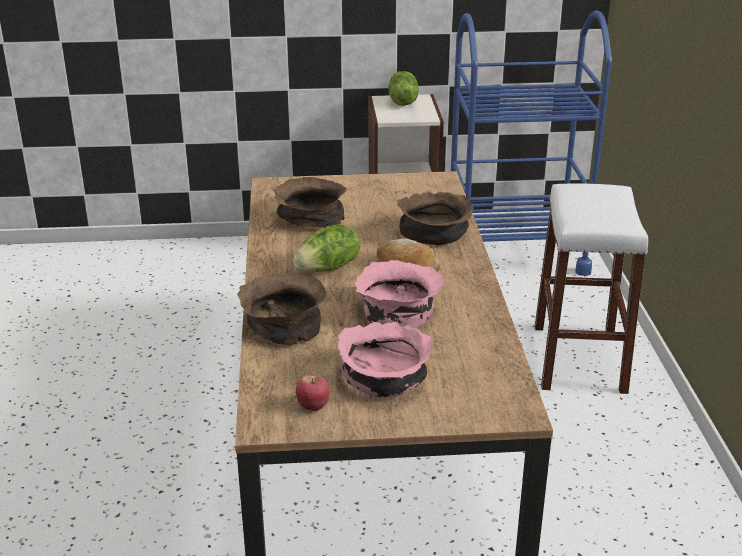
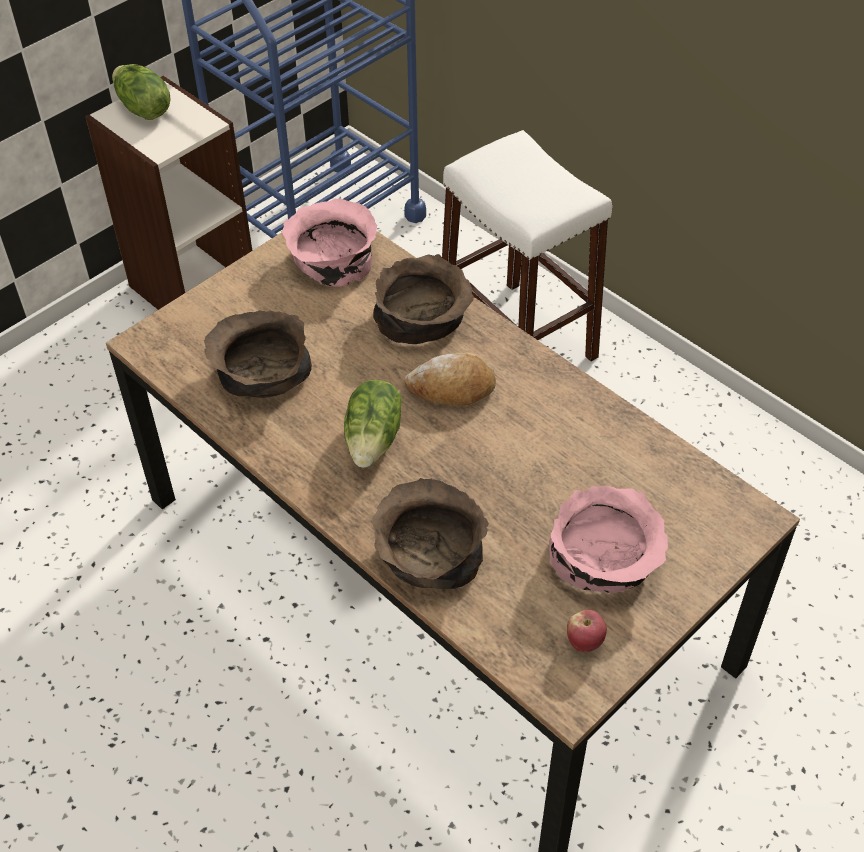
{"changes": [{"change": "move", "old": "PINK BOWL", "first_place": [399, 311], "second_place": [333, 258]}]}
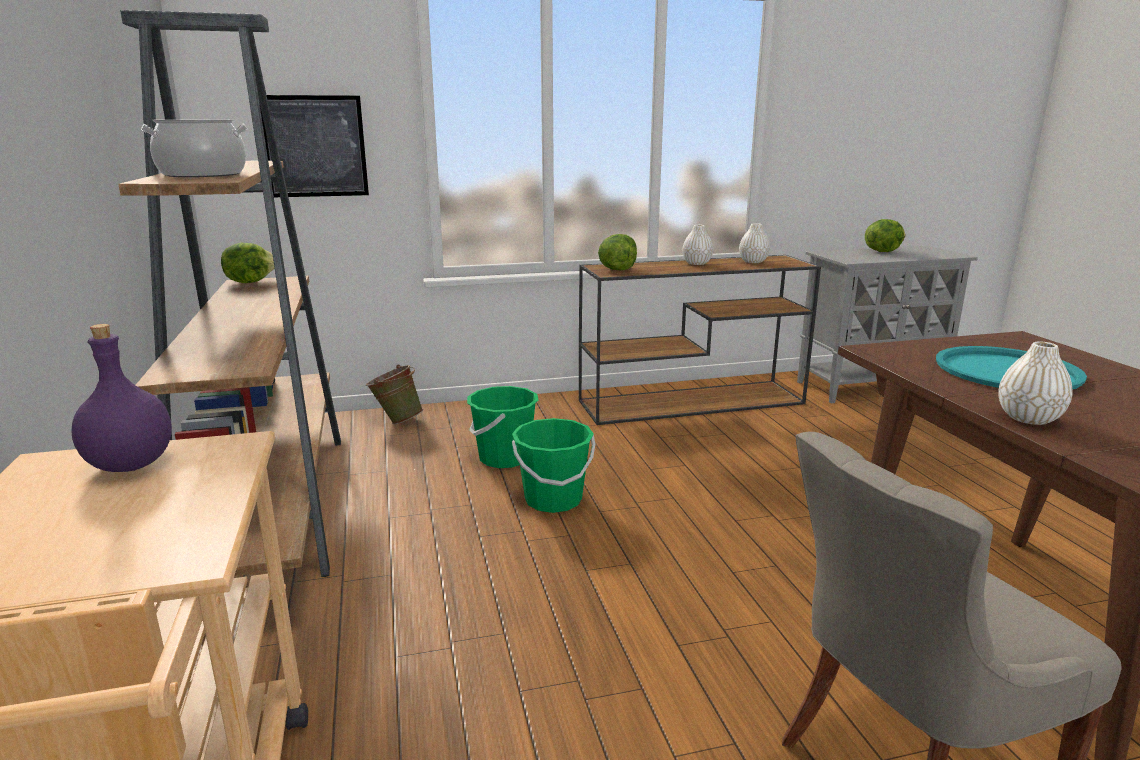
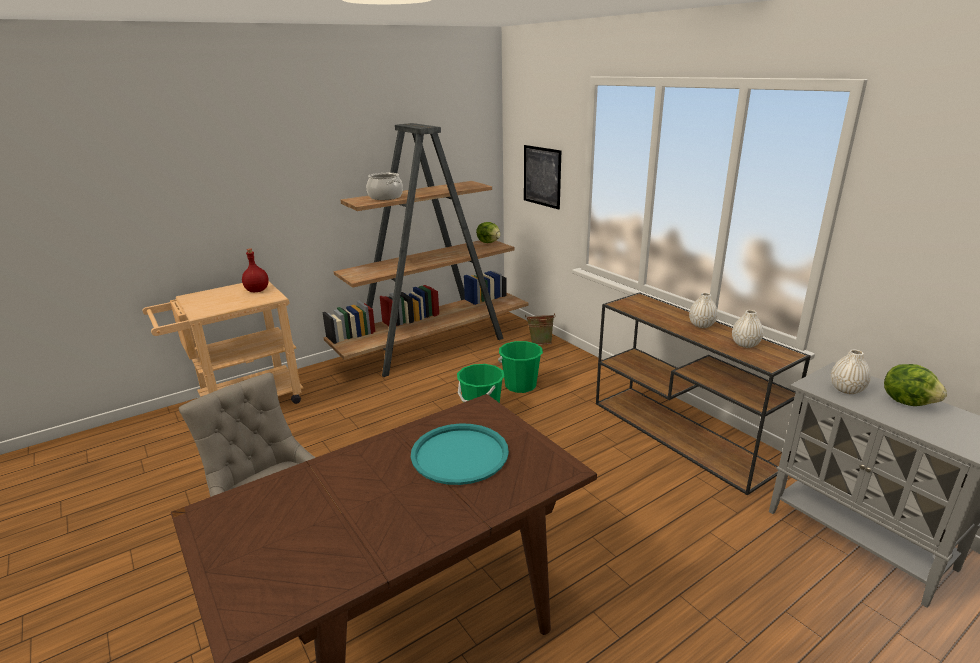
{"changes": [{"change": "delete", "old": "LETTUCE", "first_place": [617, 269]}, {"change": "recolor", "old": "PURPLE BOTTLE", "new": "RED BOTTLE", "first_place": [130, 464], "second_place": [257, 290]}, {"change": "move", "old": "WHITE VASE", "first_place": [1028, 418], "second_place": [846, 389]}]}
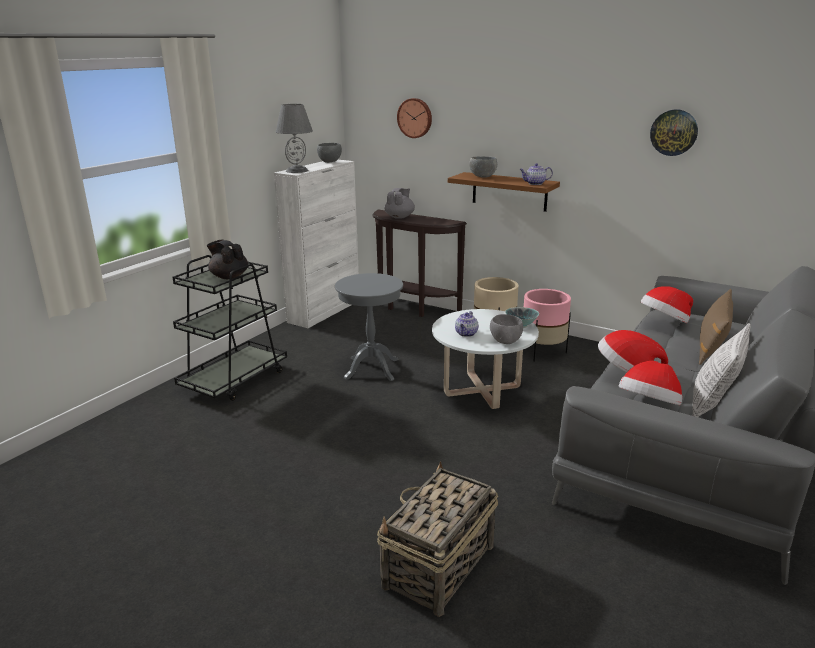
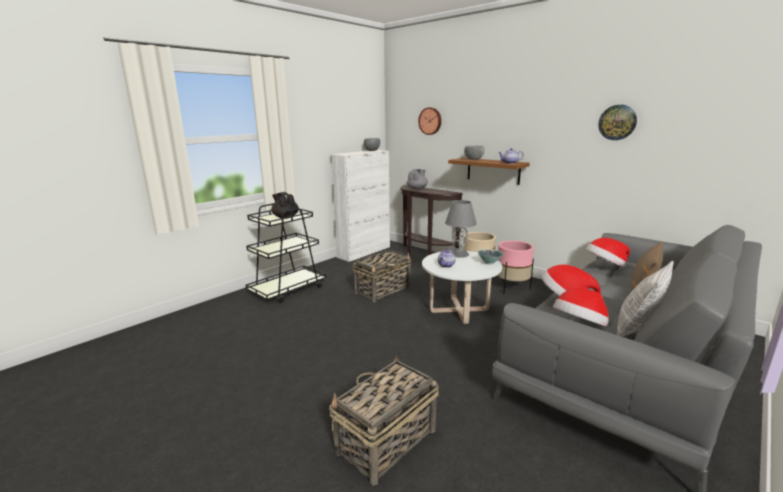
{"changes": [{"change": "move", "old": "GREY TABLE LAMP", "first_place": [297, 170], "second_place": [459, 254]}, {"change": "replace", "old": "GREY SIDE TABLE", "new": "BASKET", "first_place": [371, 369], "second_place": [383, 290]}, {"change": "delete", "old": "GREY BOWL", "first_place": [505, 341]}]}
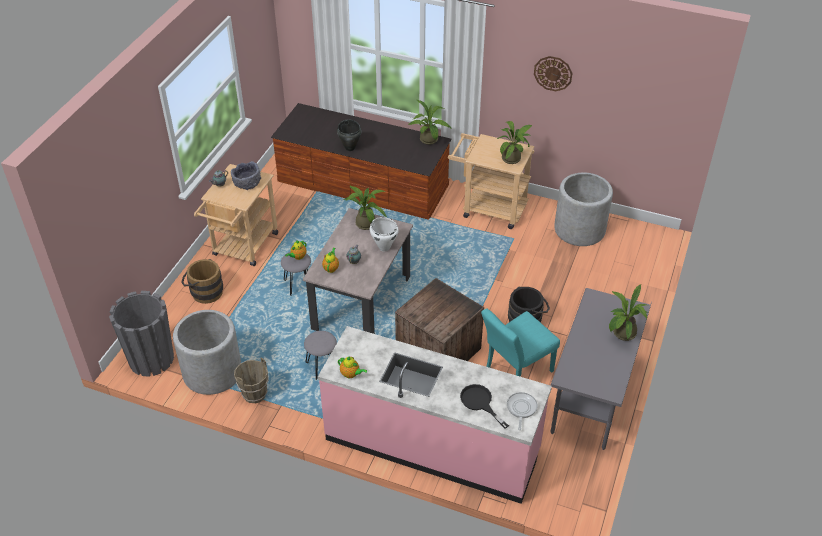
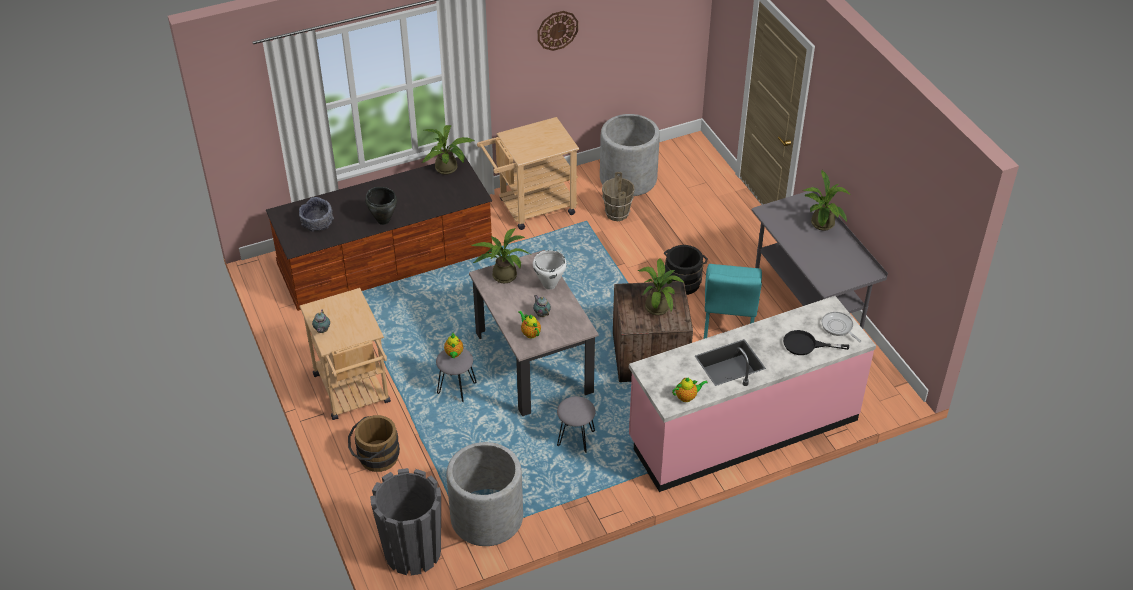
{"changes": [{"change": "move", "old": "POTTED PLANT", "first_place": [513, 158], "second_place": [658, 305]}, {"change": "move", "old": "GREY BOWL", "first_place": [247, 183], "second_place": [317, 224]}, {"change": "move", "old": "BROWN BUCKET", "first_place": [254, 394], "second_place": [617, 214]}]}
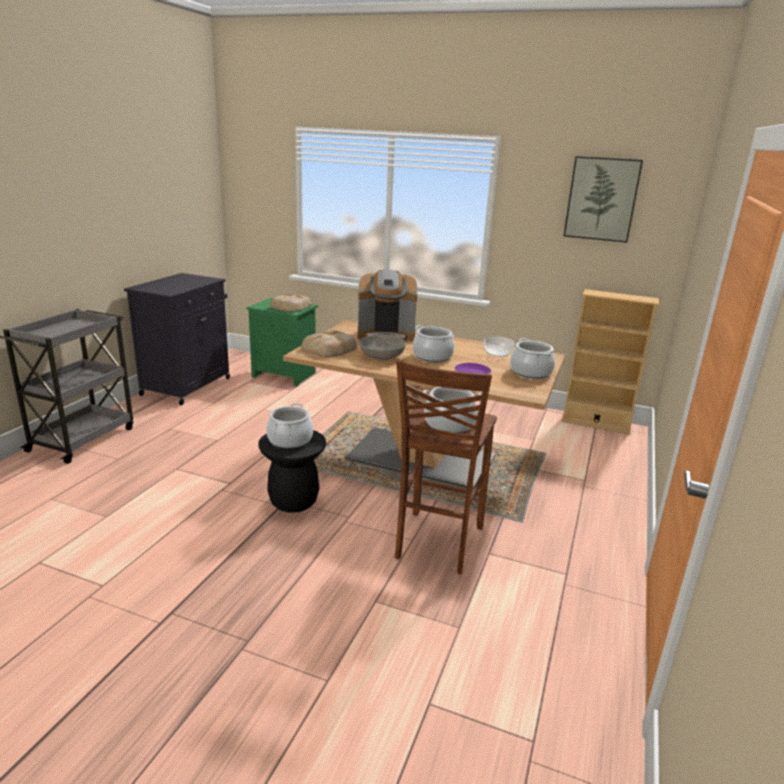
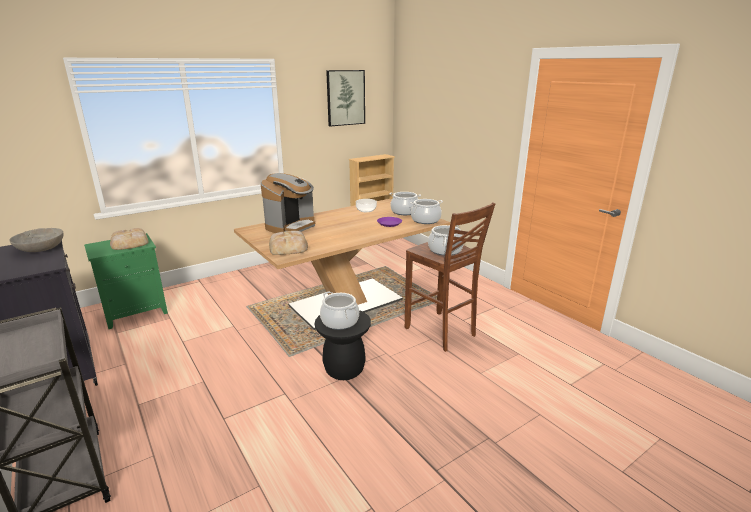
{"changes": [{"change": "move", "old": "COOKING POT", "first_place": [432, 356], "second_place": [425, 220]}, {"change": "move", "old": "GREY BOWL", "first_place": [381, 356], "second_place": [40, 248]}]}
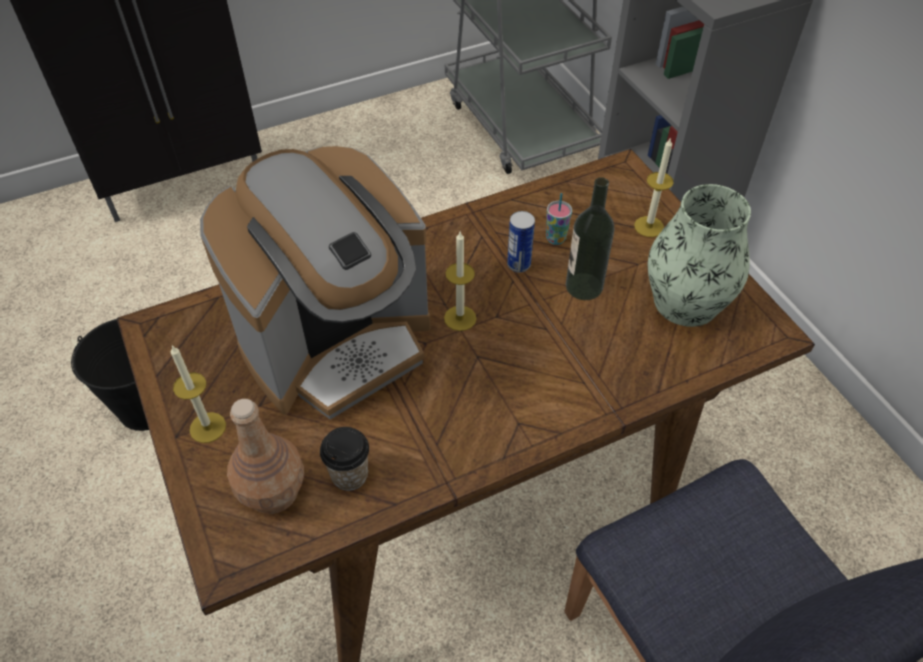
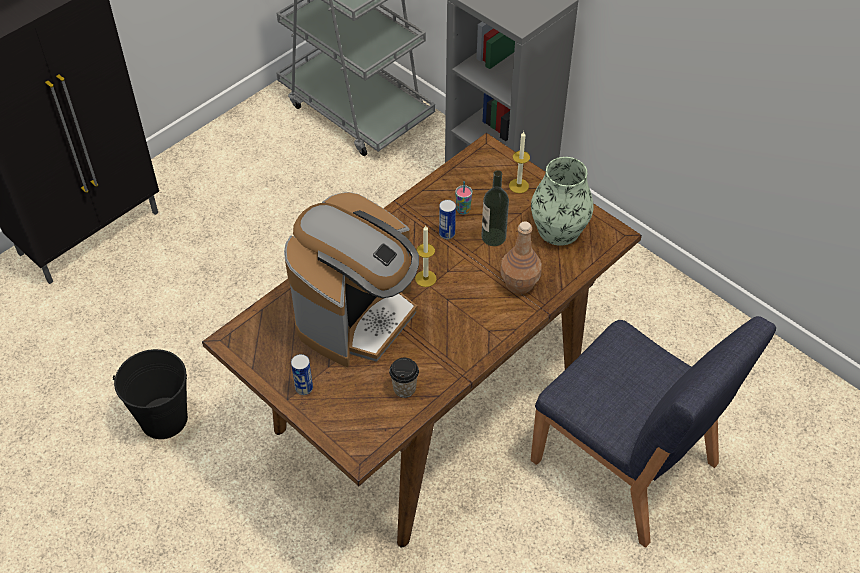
{"changes": [{"change": "replace", "old": "CANDLE", "new": "CAN", "first_place": [207, 427], "second_place": [304, 388]}, {"change": "move", "old": "BROWN BOTTLE", "first_place": [273, 491], "second_place": [519, 282]}]}
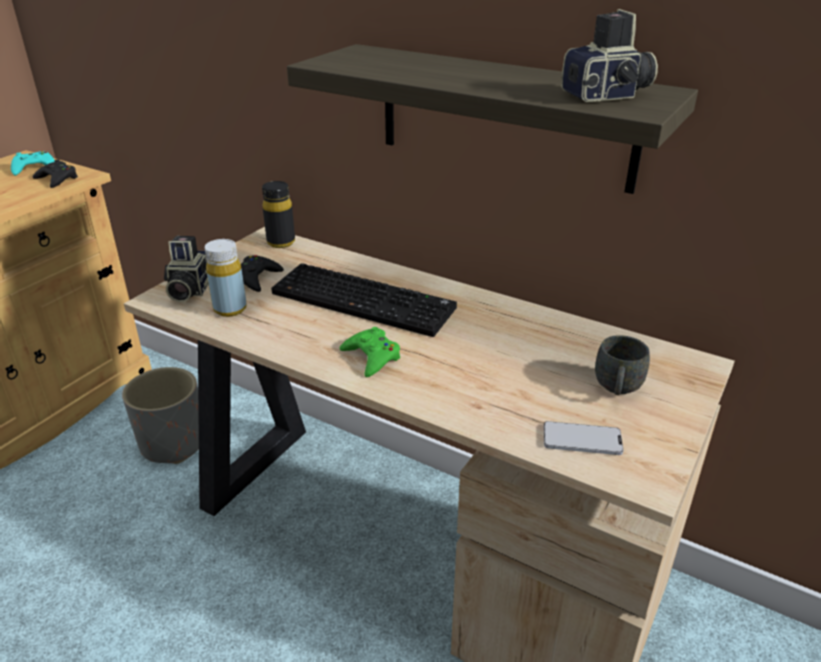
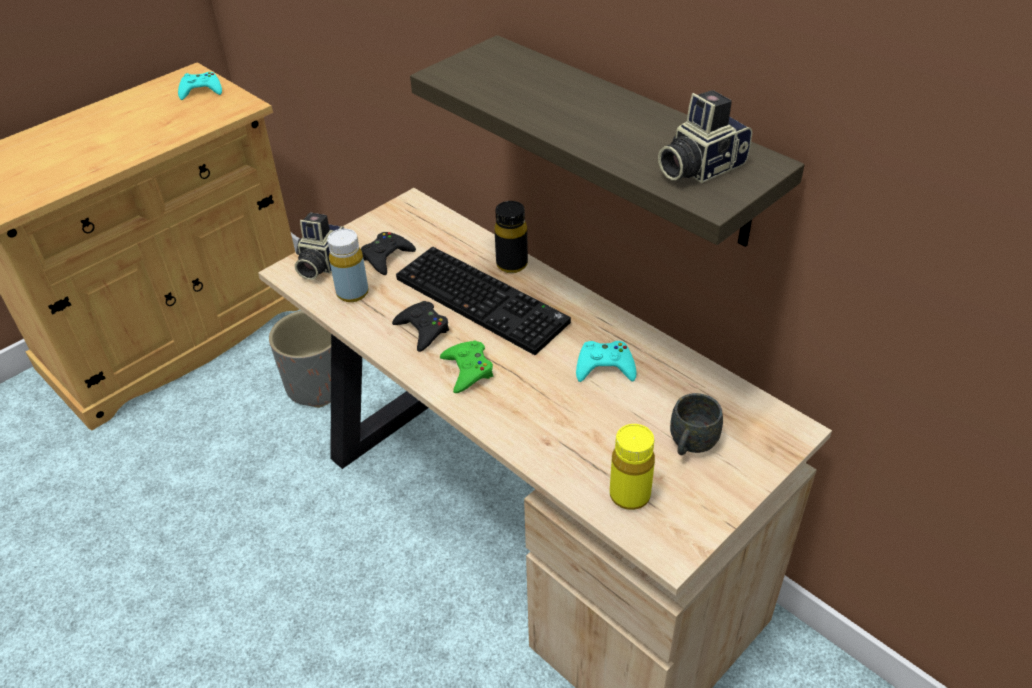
{"changes": [{"change": "rotate", "old": "PHOTO CAMERA", "first_place": [608, 95], "second_place": [699, 167], "degrees": 150}, {"change": "move", "old": "BLACK GAME CONTROLLER", "first_place": [57, 179], "second_place": [423, 330]}, {"change": "move", "old": "BLACK BOTTLE", "first_place": [281, 242], "second_place": [512, 264]}, {"change": "replace", "old": "PHONE", "new": "YELLOW BOTTLE", "first_place": [582, 440], "second_place": [629, 495]}, {"change": "insert", "new": "TURQUOISE GAME CONTROLLER", "second_place": [605, 367]}]}
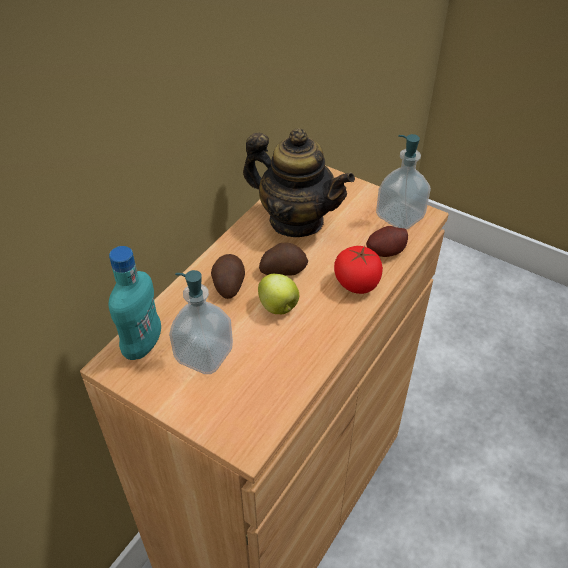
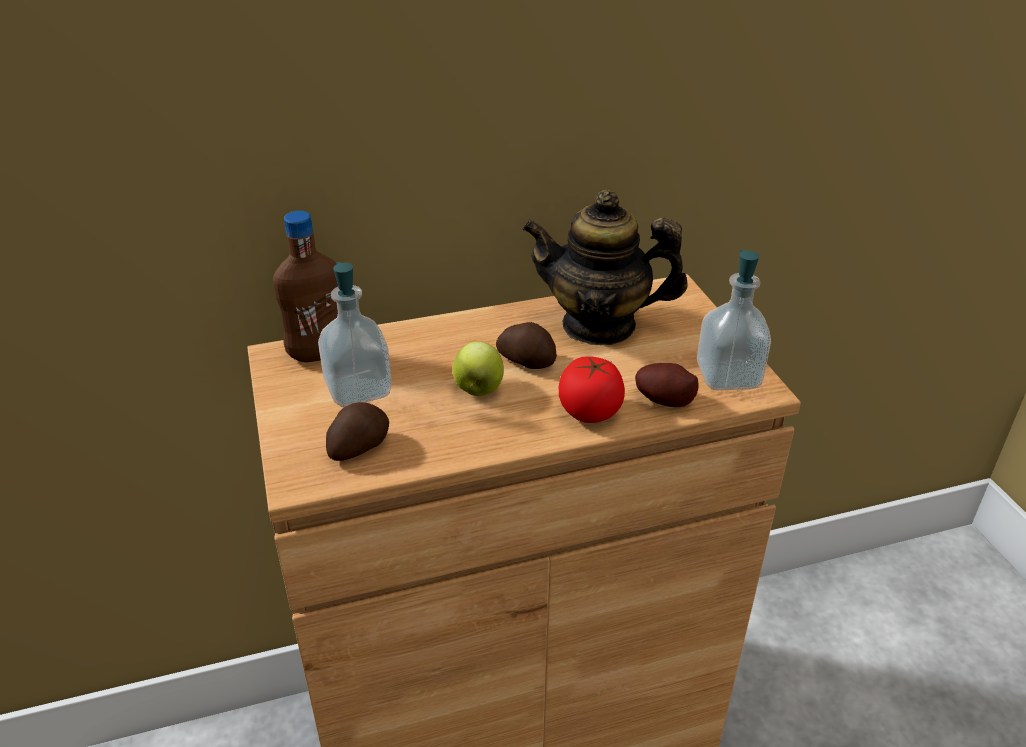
{"changes": [{"change": "rotate", "old": "TEAPOT", "first_place": [296, 220], "second_place": [599, 325], "degrees": 120}, {"change": "recolor", "old": "TURQUOISE BOTTLE", "new": "BROWN BOTTLE", "first_place": [142, 345], "second_place": [318, 354]}, {"change": "move", "old": "POTATO", "first_place": [228, 284], "second_place": [358, 446]}]}
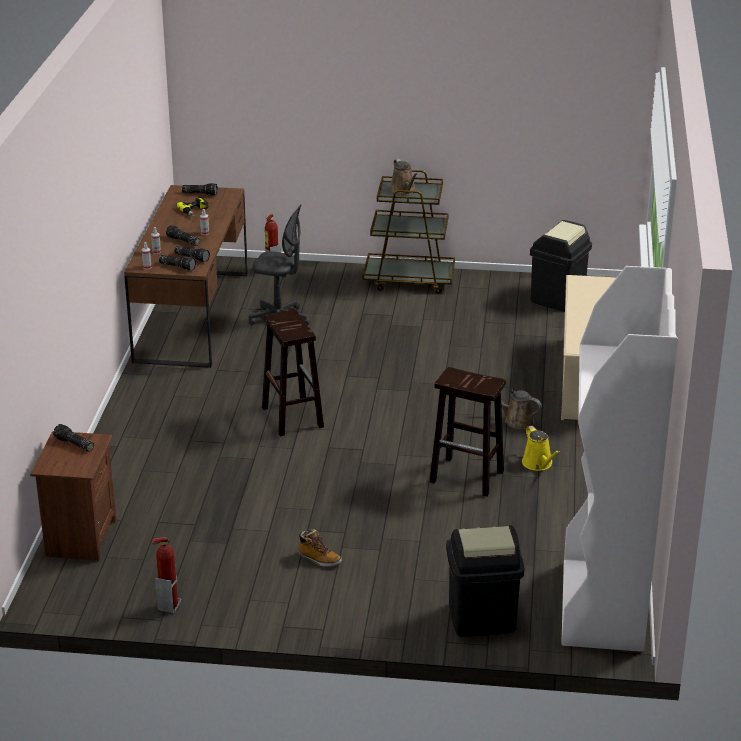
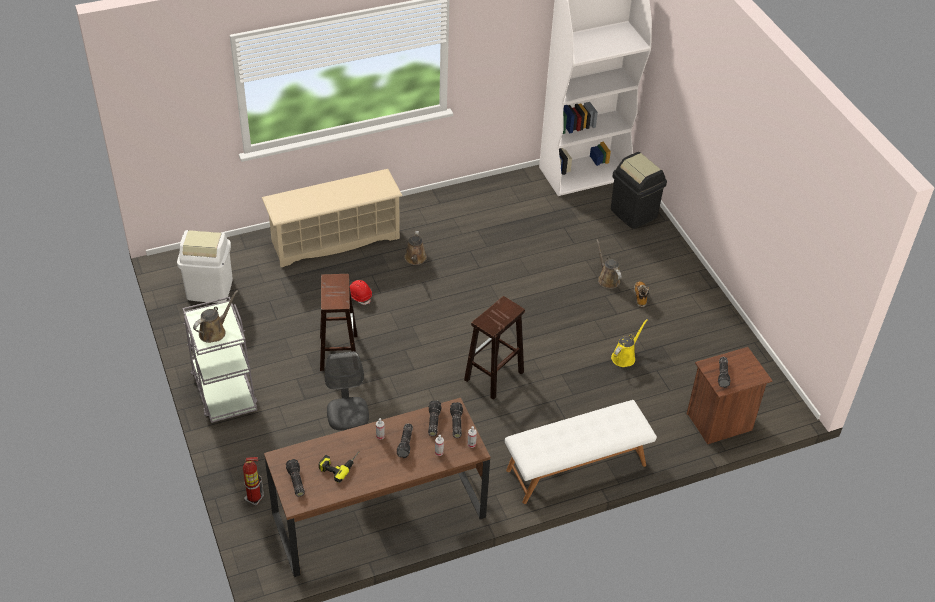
{"changes": [{"change": "recolor", "old": "BROWN CART", "new": "GREY CART", "first_place": [409, 280], "second_place": [224, 391]}, {"change": "recolor", "old": "BLACK TRASH CAN", "new": "WHITE TRASH CAN", "first_place": [558, 298], "second_place": [210, 289]}, {"change": "move", "old": "BROWN STOOL", "first_place": [468, 477], "second_place": [338, 351]}, {"change": "move", "old": "YELLOW WATERING CAN", "first_place": [538, 464], "second_place": [625, 356]}, {"change": "delete", "old": "FIRE EXTINGUISHER", "first_place": [168, 606]}, {"change": "insert", "new": "BROWN WATERING CAN", "second_place": [607, 279]}, {"change": "insert", "new": "RED HARD HAT", "second_place": [359, 296]}, {"change": "insert", "new": "WHITE BENCH", "second_place": [576, 468]}]}
